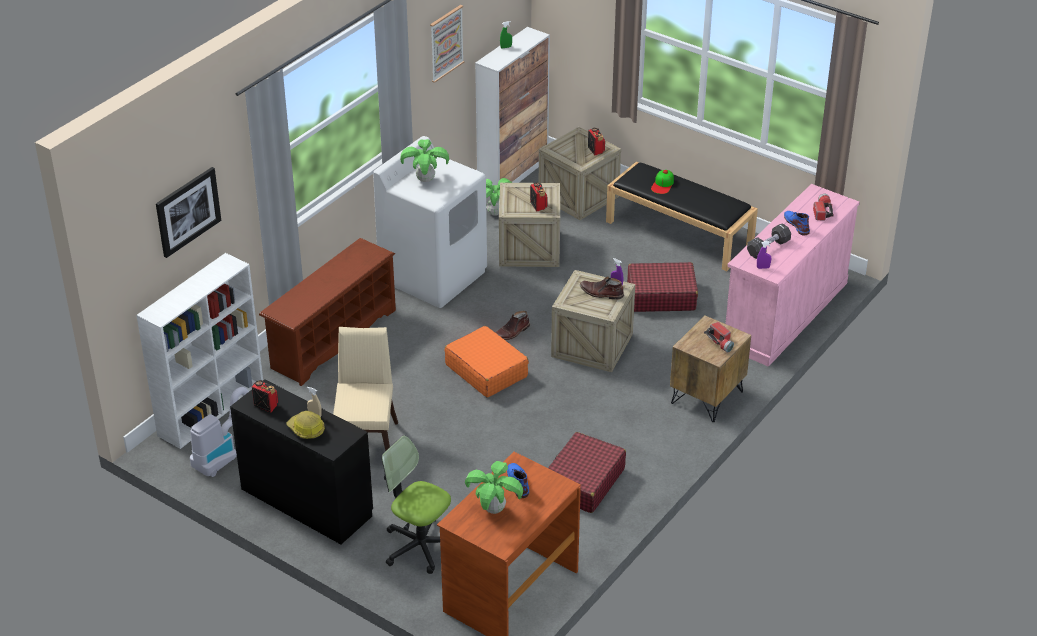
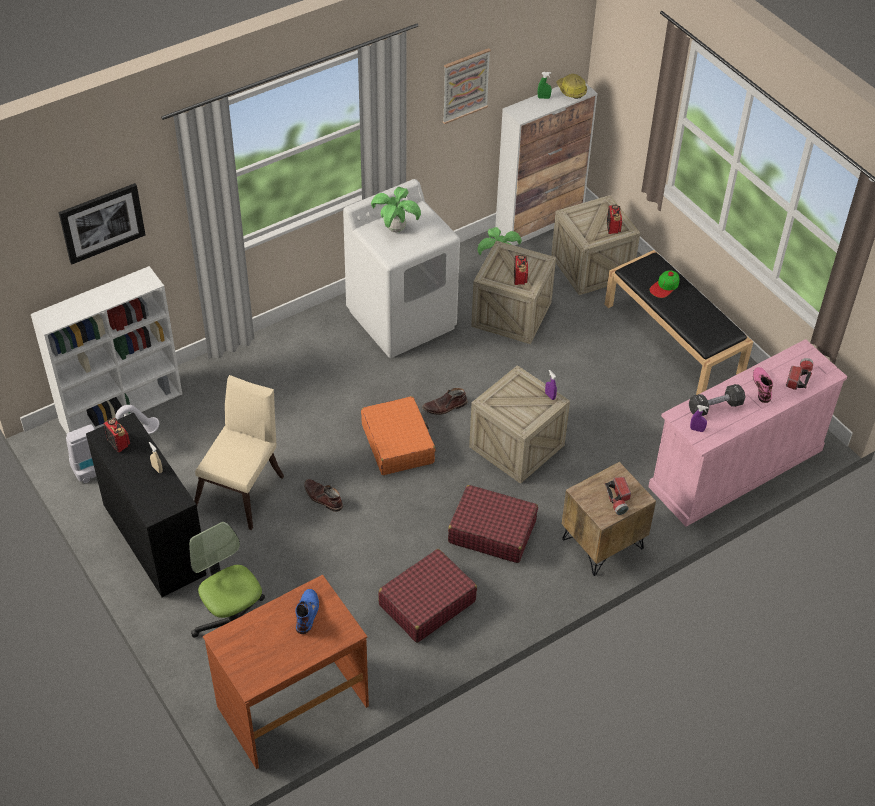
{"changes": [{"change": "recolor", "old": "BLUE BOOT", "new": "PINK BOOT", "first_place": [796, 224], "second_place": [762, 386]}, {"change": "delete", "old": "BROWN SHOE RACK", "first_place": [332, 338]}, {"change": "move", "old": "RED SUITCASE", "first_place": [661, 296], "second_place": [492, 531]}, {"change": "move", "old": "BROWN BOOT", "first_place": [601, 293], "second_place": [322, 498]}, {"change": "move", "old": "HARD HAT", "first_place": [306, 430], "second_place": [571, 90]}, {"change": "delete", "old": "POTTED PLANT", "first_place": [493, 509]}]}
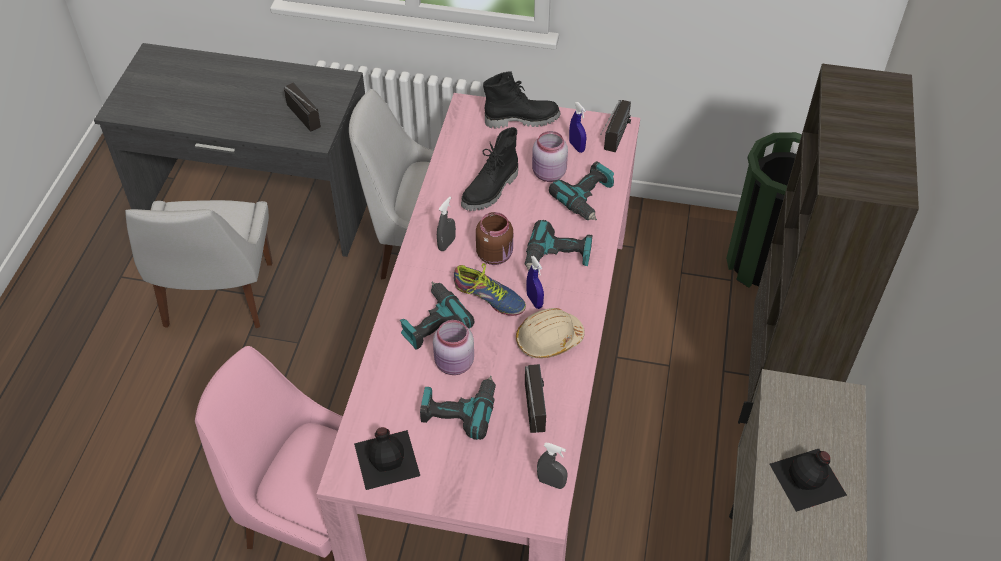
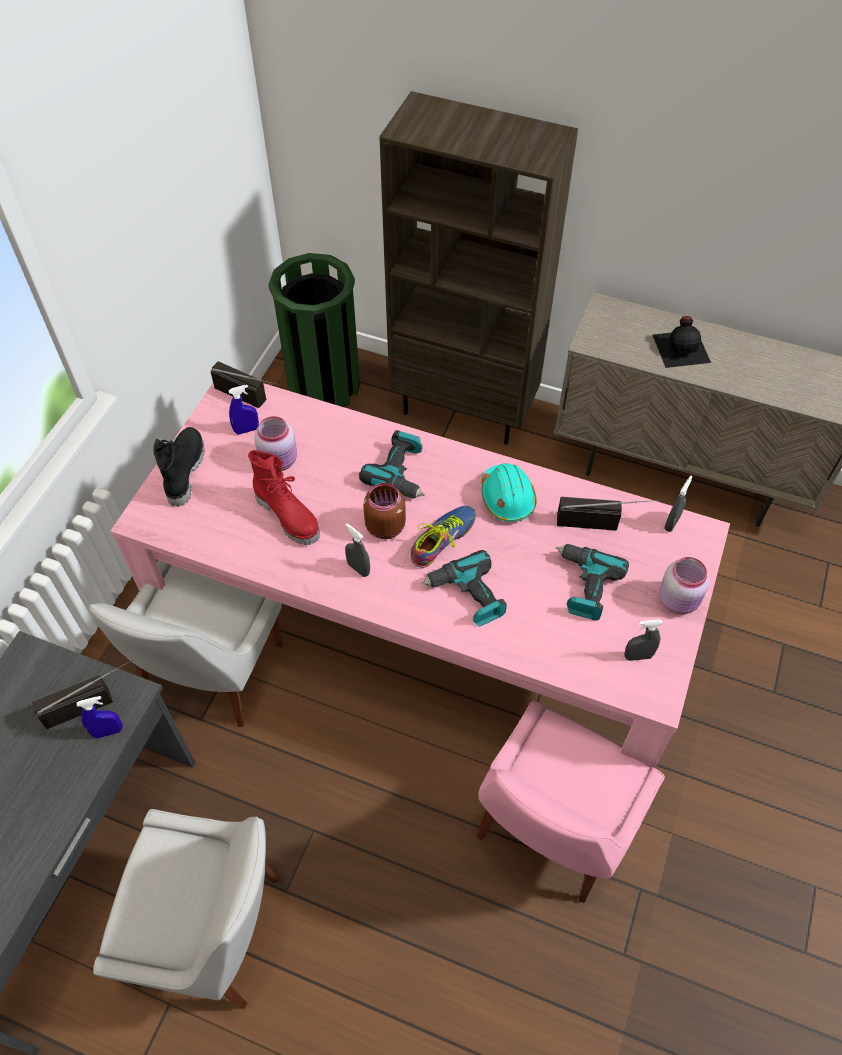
{"changes": [{"change": "recolor", "old": "BLACK BOOT", "new": "RED BOOT", "first_place": [491, 191], "second_place": [289, 516]}, {"change": "delete", "old": "POWER DRILL", "first_place": [587, 198]}, {"change": "move", "old": "BLUE SPRAY BOTTLE", "first_place": [534, 301], "second_place": [108, 731]}, {"change": "recolor", "old": "BEIGE HARD HAT", "new": "TURQUOISE HARD HAT", "first_place": [548, 340], "second_place": [507, 498]}, {"change": "move", "old": "PINK JAR", "first_place": [454, 364], "second_place": [679, 600]}, {"change": "replace", "old": "BLACK BOTTLE", "new": "GREY SPRAY BOTTLE", "first_place": [387, 458], "second_place": [638, 656]}]}
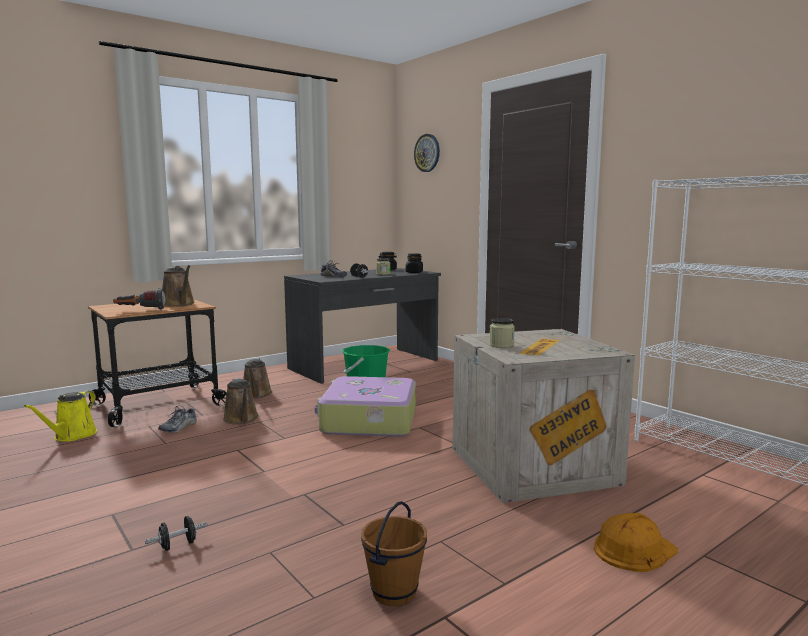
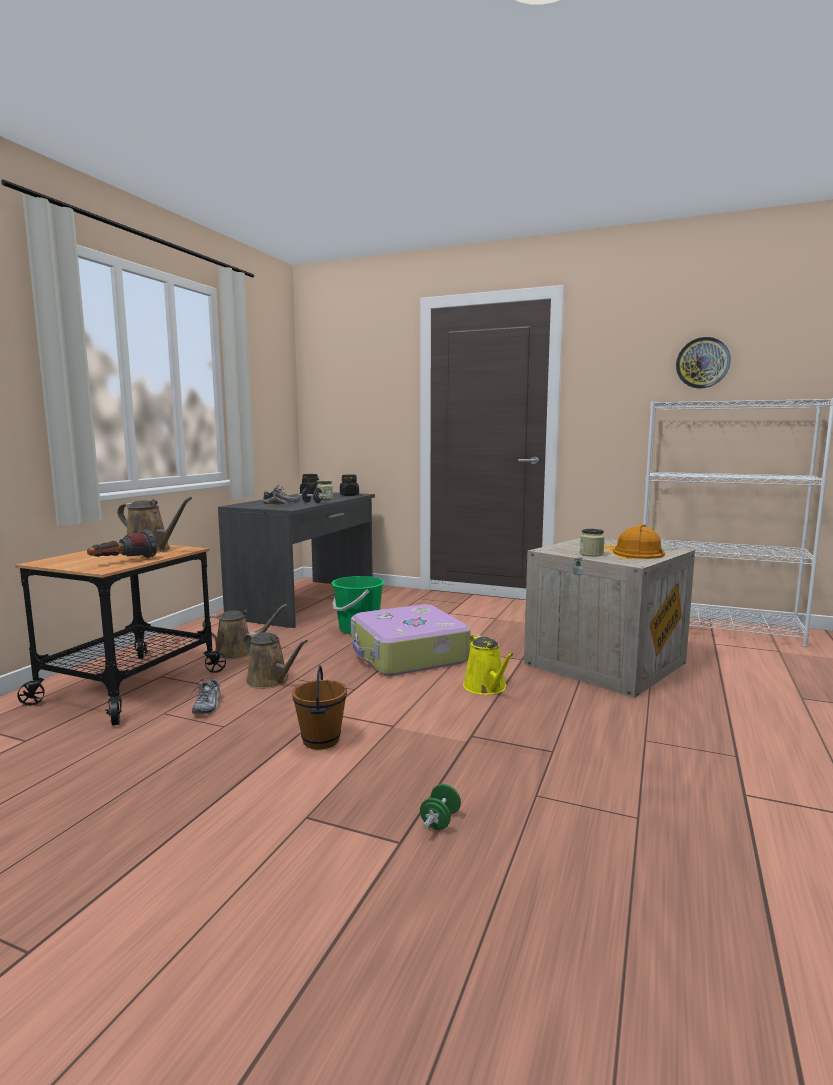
{"changes": [{"change": "move", "old": "WALL CLOCK", "first_place": [427, 153], "second_place": [702, 363]}, {"change": "rotate", "old": "BROWN WATERING CAN", "first_place": [256, 395], "second_place": [239, 652], "degrees": -60}, {"change": "move", "old": "YELLOW WATERING CAN", "first_place": [72, 436], "second_place": [486, 688]}, {"change": "move", "old": "BROWN BUCKET", "first_place": [393, 592], "second_place": [320, 740]}, {"change": "move", "old": "ORANGE HARD HAT", "first_place": [633, 549], "second_place": [640, 552]}, {"change": "recolor", "old": "BLACK DUMBBELL", "new": "GREEN DUMBBELL", "first_place": [178, 545], "second_place": [440, 821]}]}
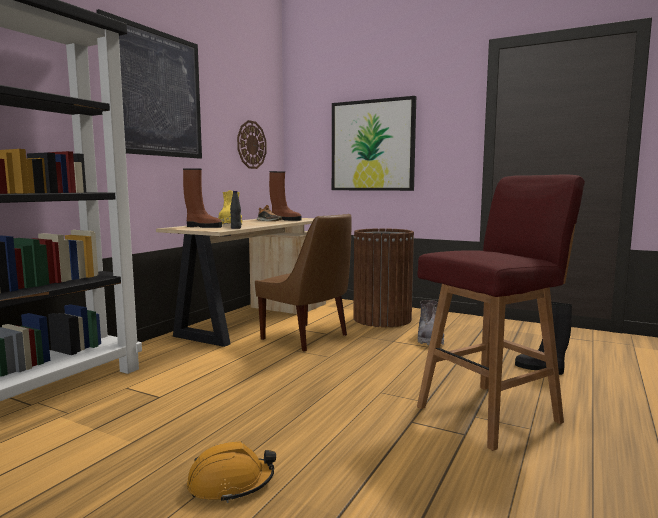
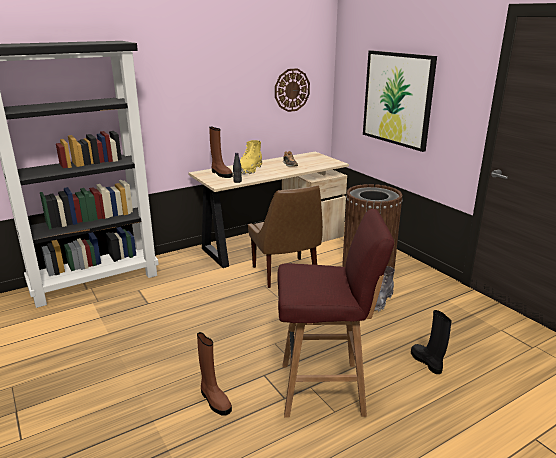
{"changes": [{"change": "delete", "old": "PICTURE", "first_place": [154, 93]}, {"change": "move", "old": "BROWN BOOT", "first_place": [285, 220], "second_place": [214, 400]}, {"change": "delete", "old": "ORANGE HARD HAT", "first_place": [231, 484]}]}
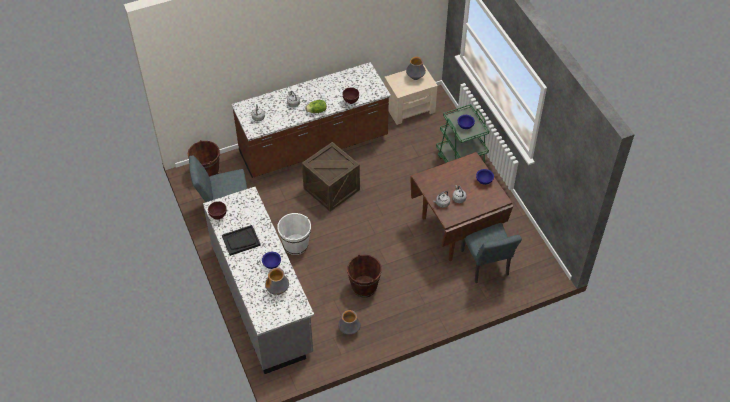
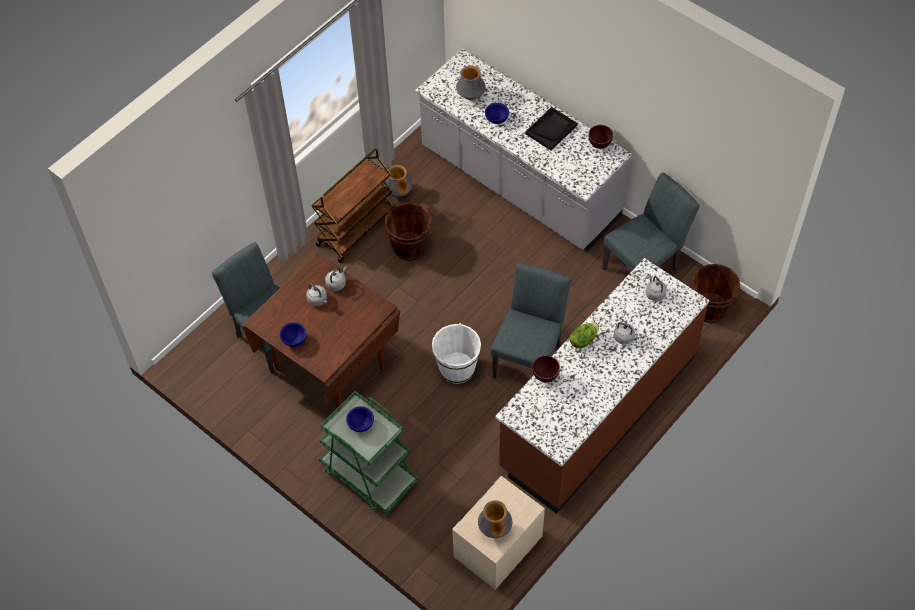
{"changes": [{"change": "replace", "old": "CRATE", "new": "GREY CHAIR", "first_place": [331, 189], "second_place": [529, 356]}, {"change": "move", "old": "WHITE BUCKET", "first_place": [295, 245], "second_place": [457, 368]}, {"change": "insert", "new": "BROWN CART", "second_place": [356, 228]}]}
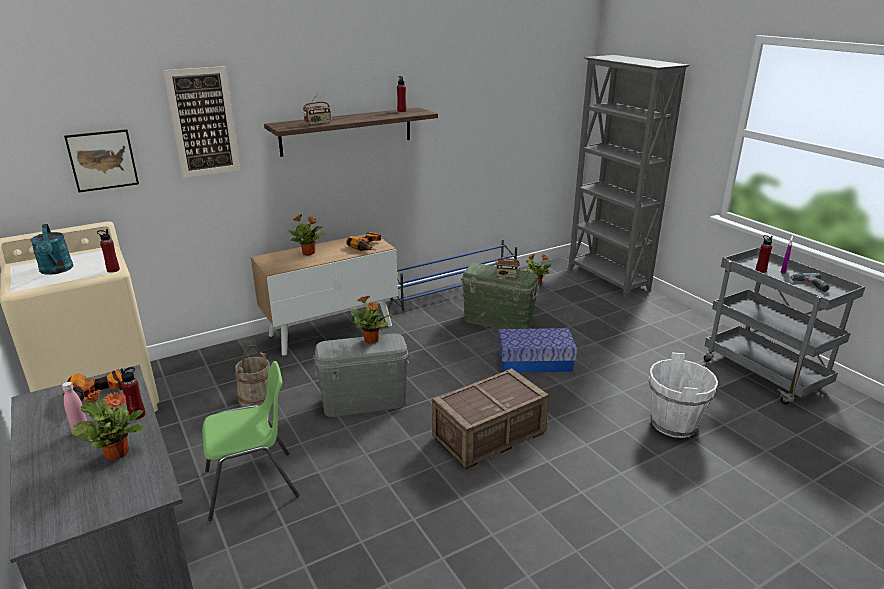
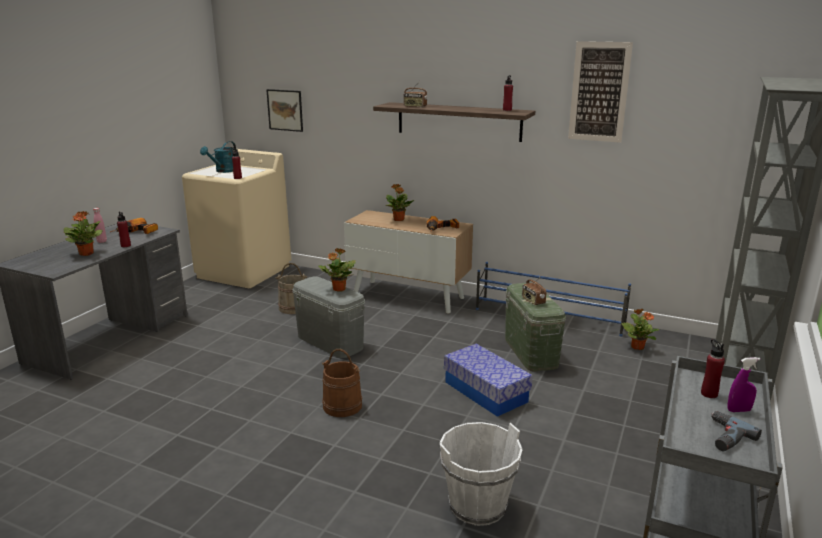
{"changes": [{"change": "move", "old": "PICTURE", "first_place": [203, 122], "second_place": [599, 92]}, {"change": "delete", "old": "GREEN CHAIR", "first_place": [253, 484]}, {"change": "replace", "old": "CRATE", "new": "BROWN BUCKET", "first_place": [489, 435], "second_place": [342, 405]}]}
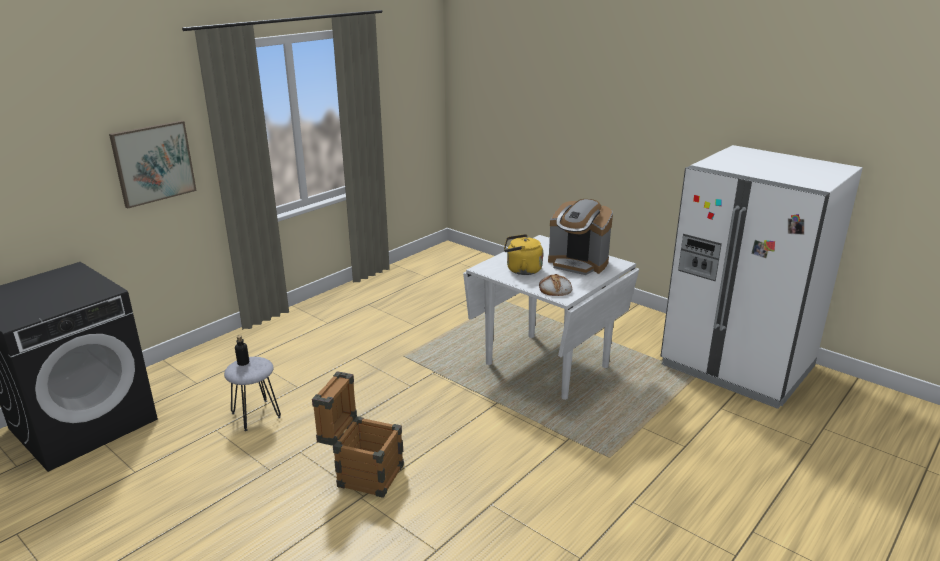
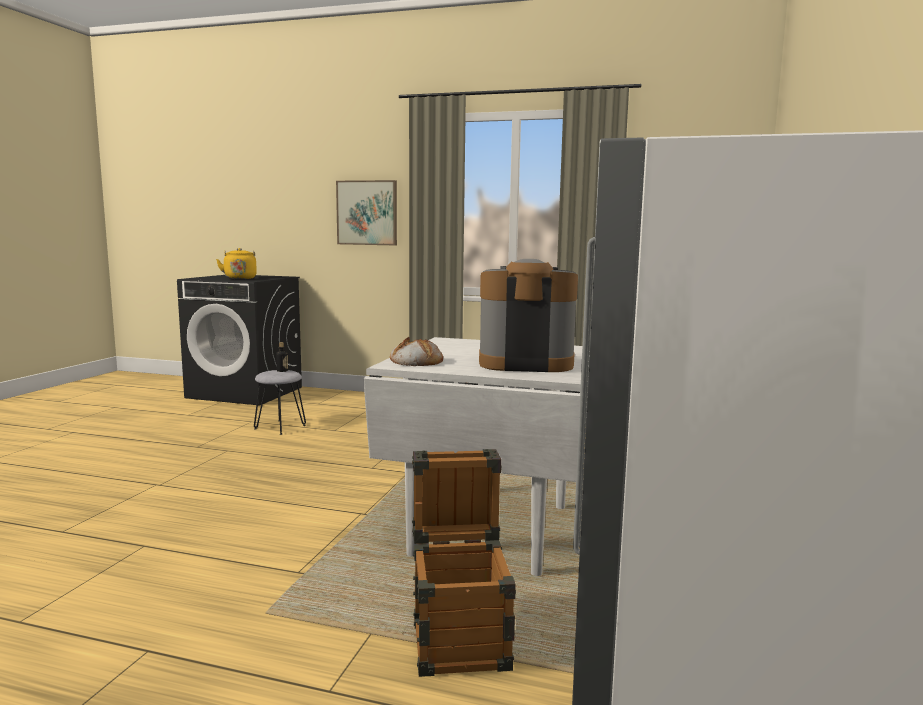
{"changes": [{"change": "rotate", "old": "COFFEE MACHINE", "first_place": [578, 263], "second_place": [525, 363], "degrees": 90}, {"change": "move", "old": "YELLOW KETTLE", "first_place": [521, 270], "second_place": [240, 278]}, {"change": "move", "old": "CRATE", "first_place": [363, 473], "second_place": [460, 635]}]}
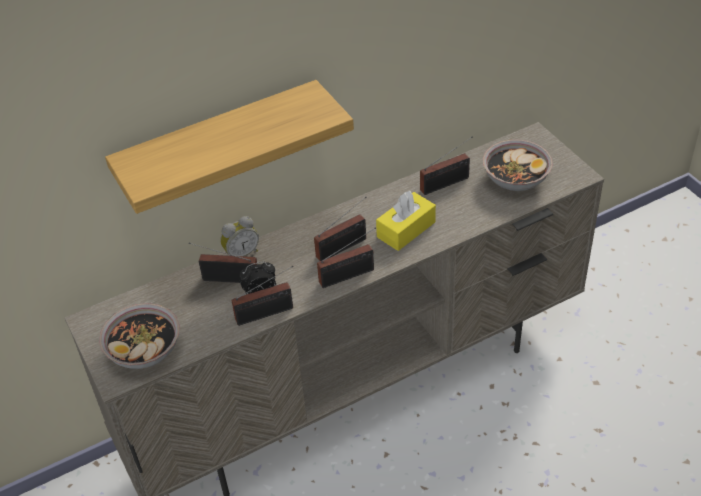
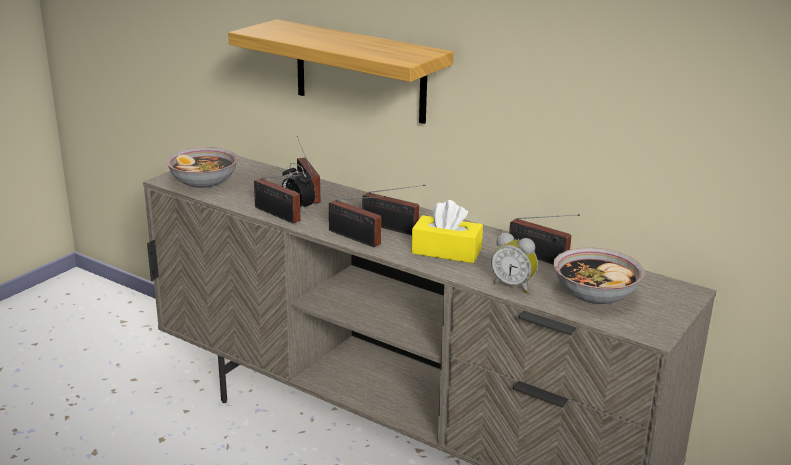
{"changes": [{"change": "move", "old": "ALARM CLOCK", "first_place": [241, 253], "second_place": [513, 285]}]}
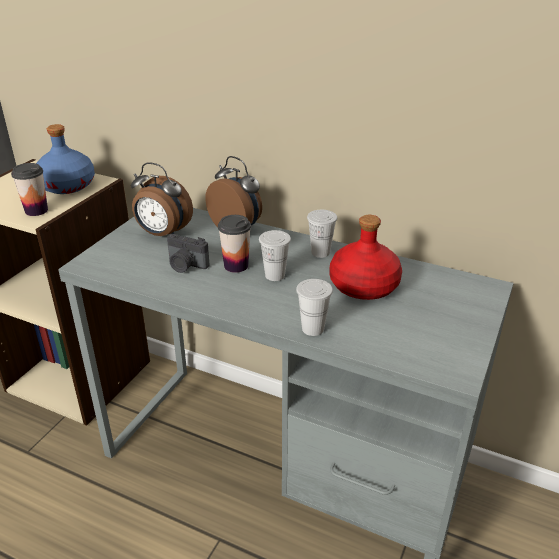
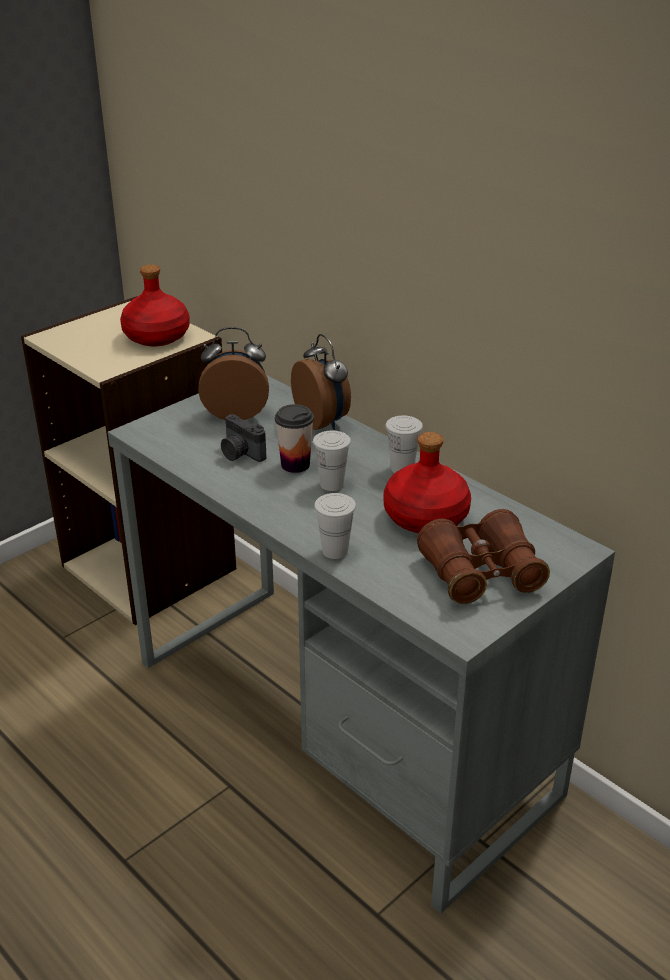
{"changes": [{"change": "recolor", "old": "BLUE BOTTLE", "new": "RED BOTTLE", "first_place": [67, 186], "second_place": [157, 337]}, {"change": "delete", "old": "CUP", "first_place": [36, 211]}, {"change": "rotate", "old": "ALARM CLOCK", "first_place": [163, 234], "second_place": [236, 413], "degrees": 135}, {"change": "insert", "new": "BROWN BINOCULARS", "second_place": [481, 573]}]}
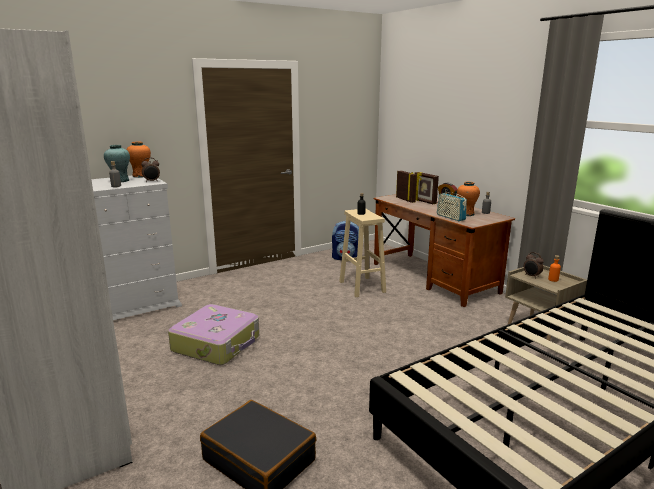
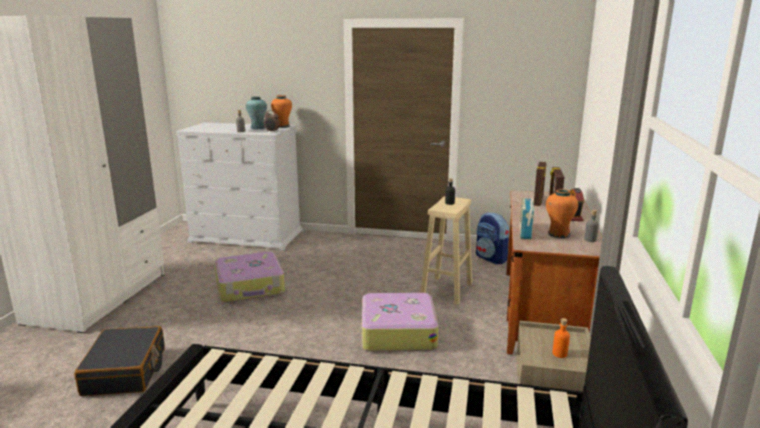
{"changes": [{"change": "delete", "old": "ALARM CLOCK", "first_place": [531, 276]}, {"change": "insert", "new": "SUITCASE", "second_place": [397, 332]}]}
